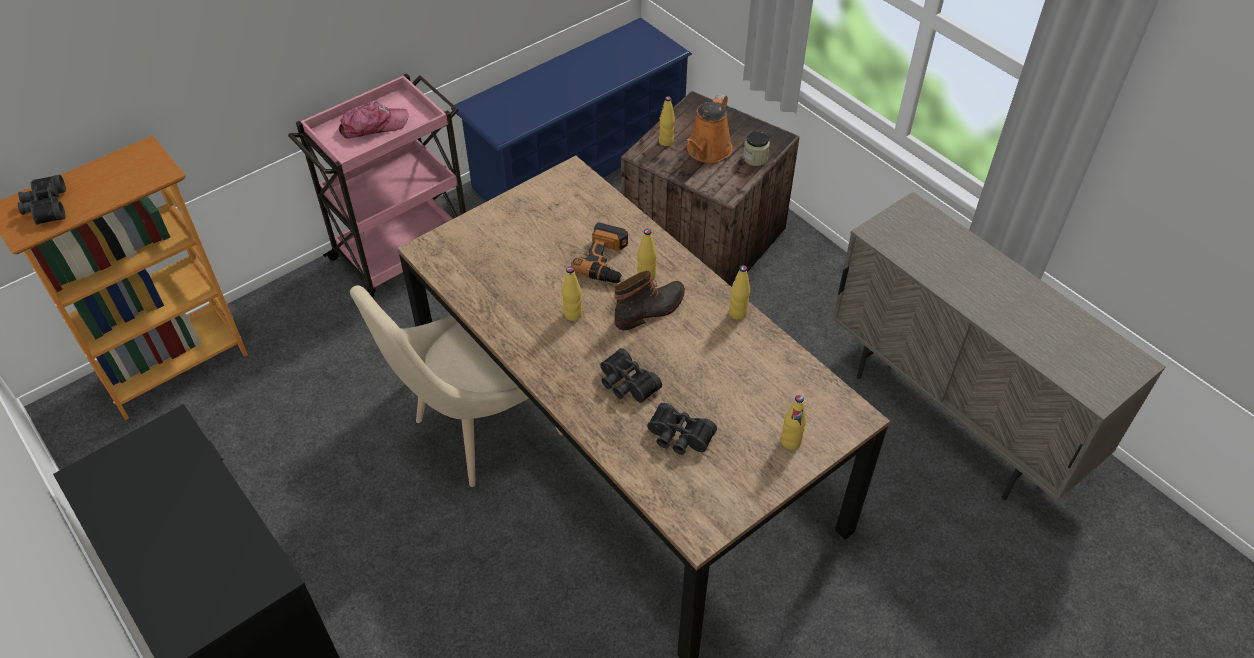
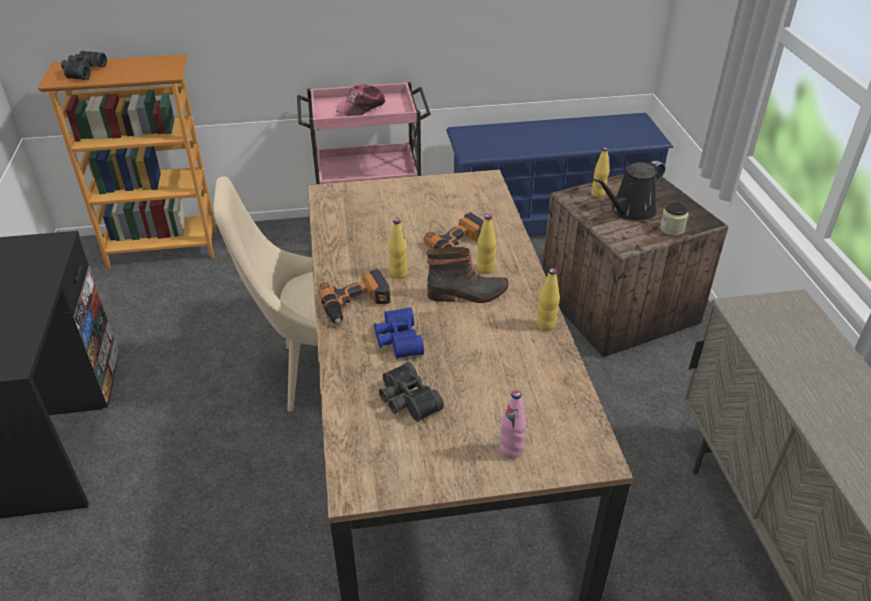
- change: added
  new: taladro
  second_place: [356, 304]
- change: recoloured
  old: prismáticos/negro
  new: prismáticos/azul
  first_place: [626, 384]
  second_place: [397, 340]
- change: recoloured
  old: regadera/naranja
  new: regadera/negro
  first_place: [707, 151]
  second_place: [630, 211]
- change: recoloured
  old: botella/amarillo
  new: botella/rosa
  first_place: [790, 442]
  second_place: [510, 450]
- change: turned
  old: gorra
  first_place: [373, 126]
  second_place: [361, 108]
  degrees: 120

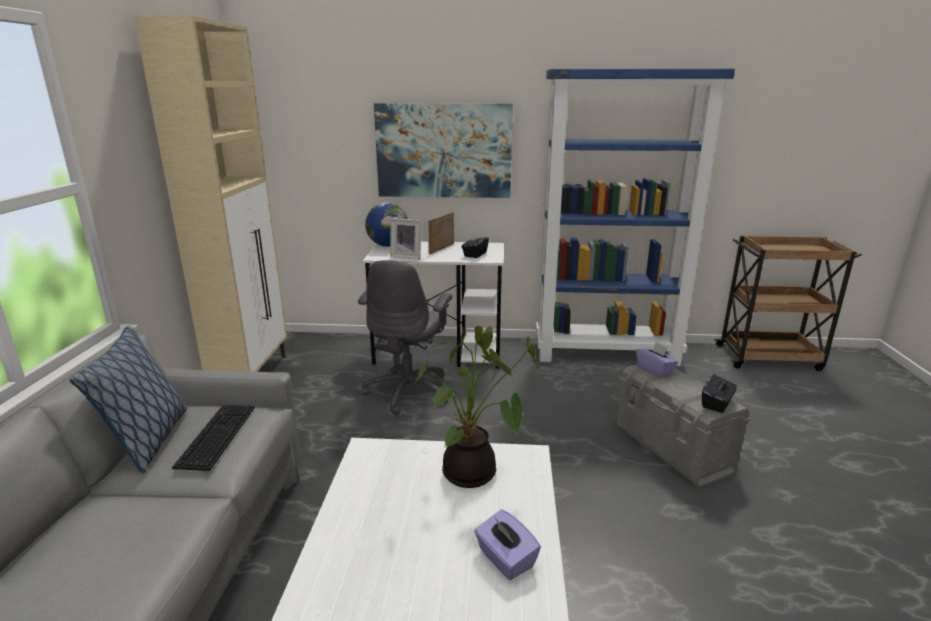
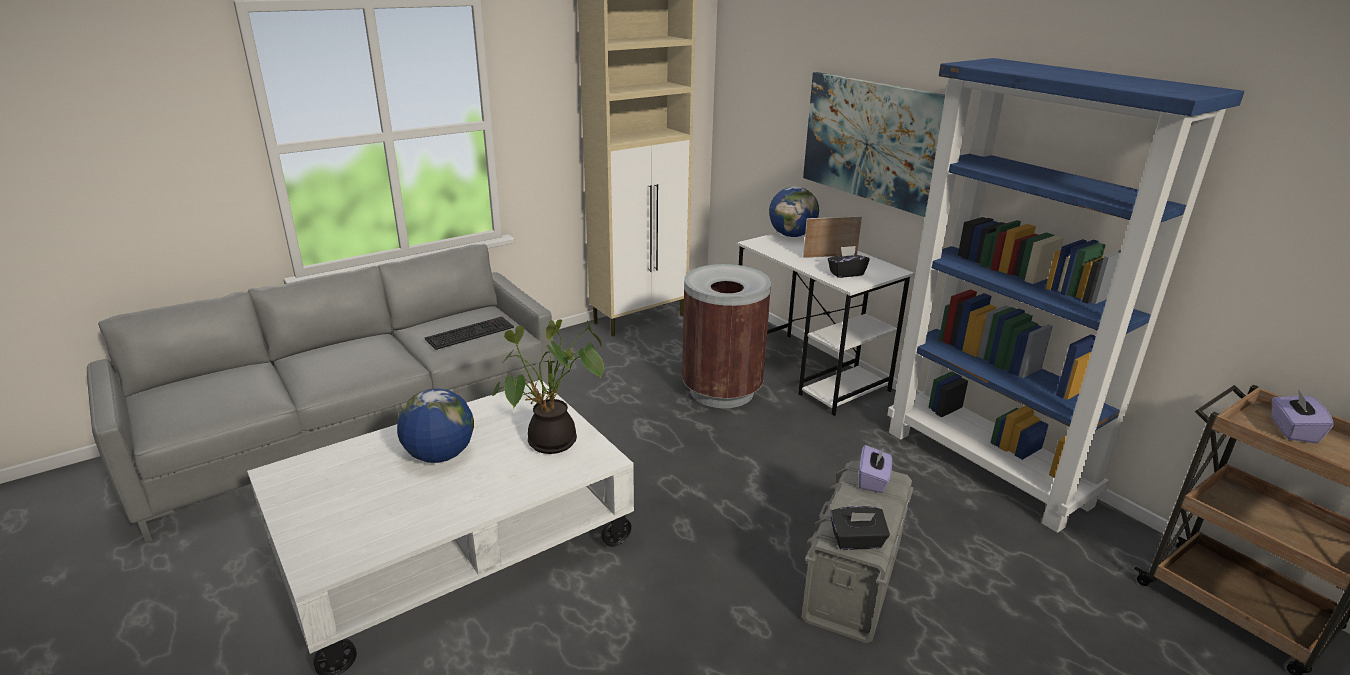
- change: removed
  old: cojín
  first_place: [149, 441]
- change: removed
  old: portarretratos
  first_place: [407, 257]
- change: added
  new: globo terráqueo
  second_place: [440, 456]
- change: moved
  old: caja de pañuelos/morado
  first_place: [505, 559]
  second_place: [1292, 430]
- change: replaced
  old: silla de oficina/gris
  new: papelera/marrón
  first_place: [409, 391]
  second_place: [721, 391]

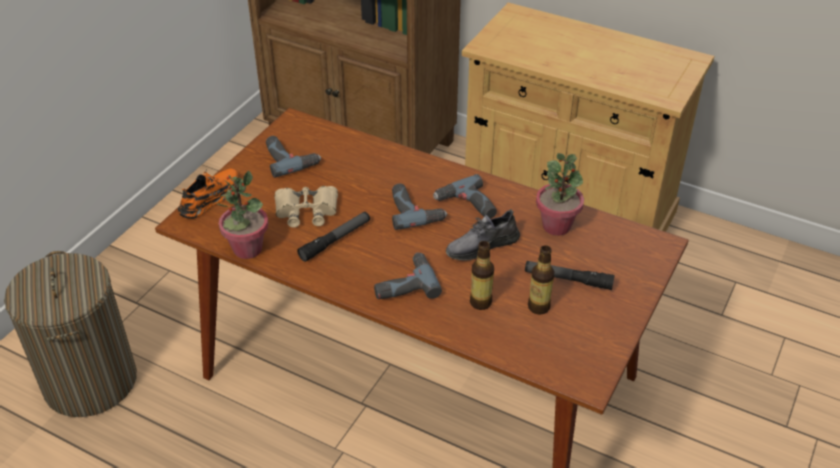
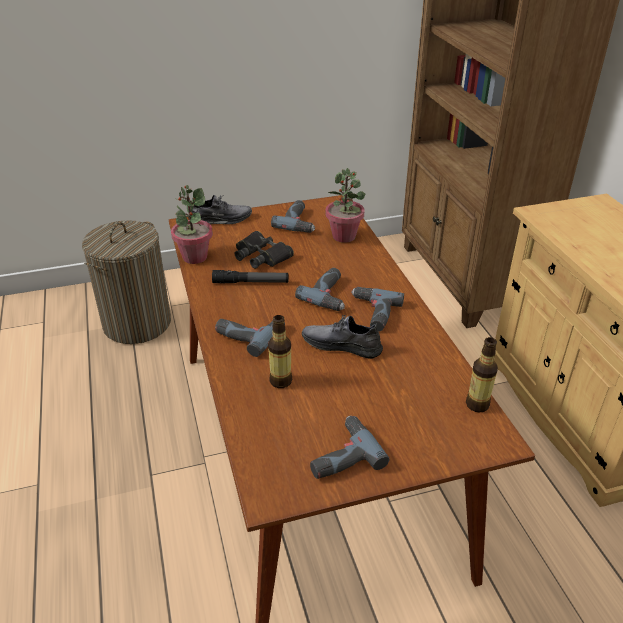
- change: removed
  old: linterna
  first_place: [568, 279]
- change: added
  new: taladro
  second_place: [340, 454]
- change: moved
  old: botella
  first_place: [539, 307]
  second_place: [477, 404]
- change: moved
  old: planta en maceta
  first_place: [556, 226]
  second_place: [344, 236]
- change: recoloured
  old: zapato/naranja
  new: zapato/gris
  first_place: [211, 198]
  second_place: [220, 219]
- change: recoloured
  old: prismáticos/beis
  new: prismáticos/negro
  first_place: [306, 210]
  second_place: [261, 256]

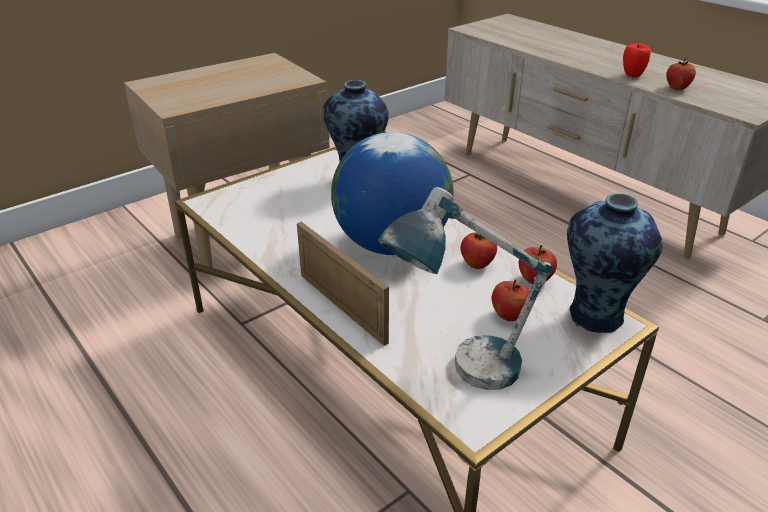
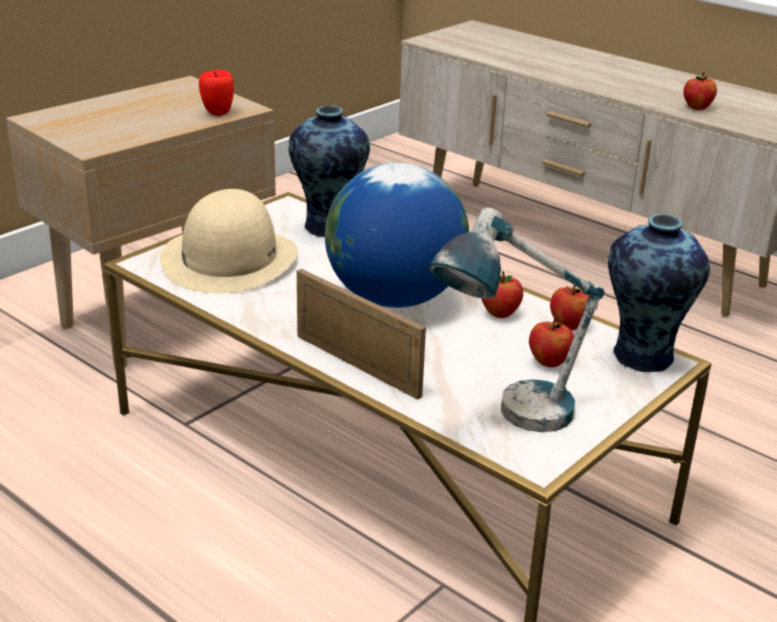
- change: added
  new: sombrero/beis
  second_place: [229, 258]
- change: moved
  old: manzana
  first_place: [632, 75]
  second_place: [218, 113]

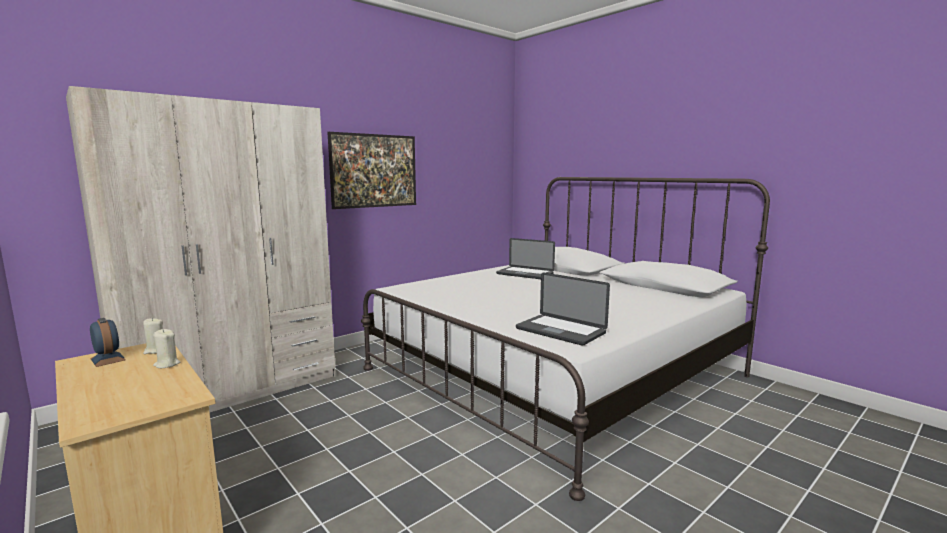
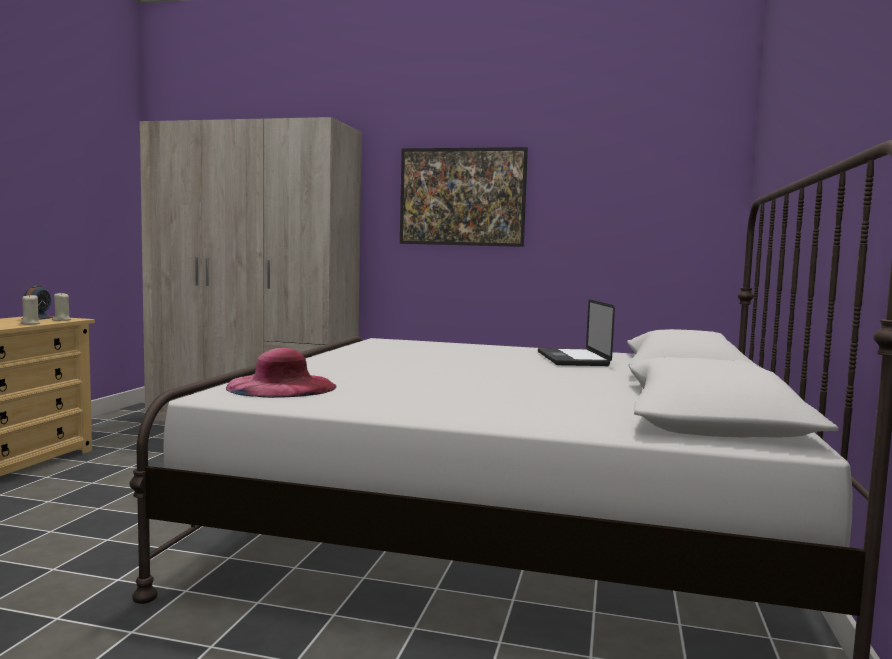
- change: replaced
  old: portátil
  new: sombrero/rosa
  first_place: [560, 331]
  second_place: [281, 386]

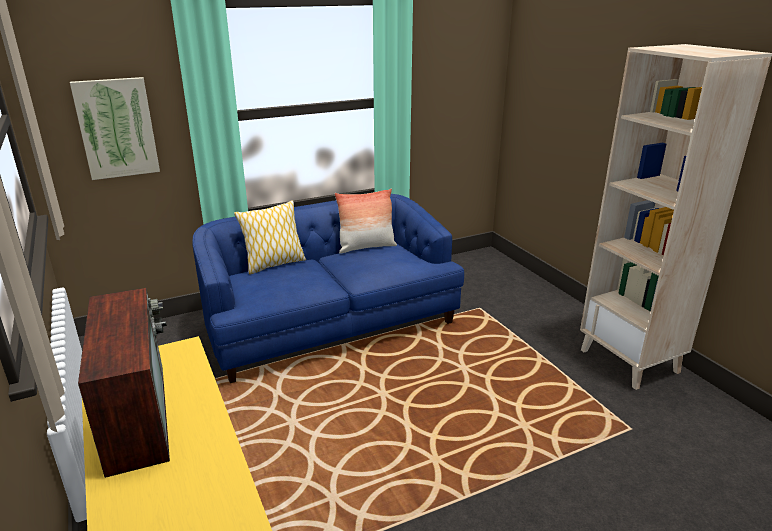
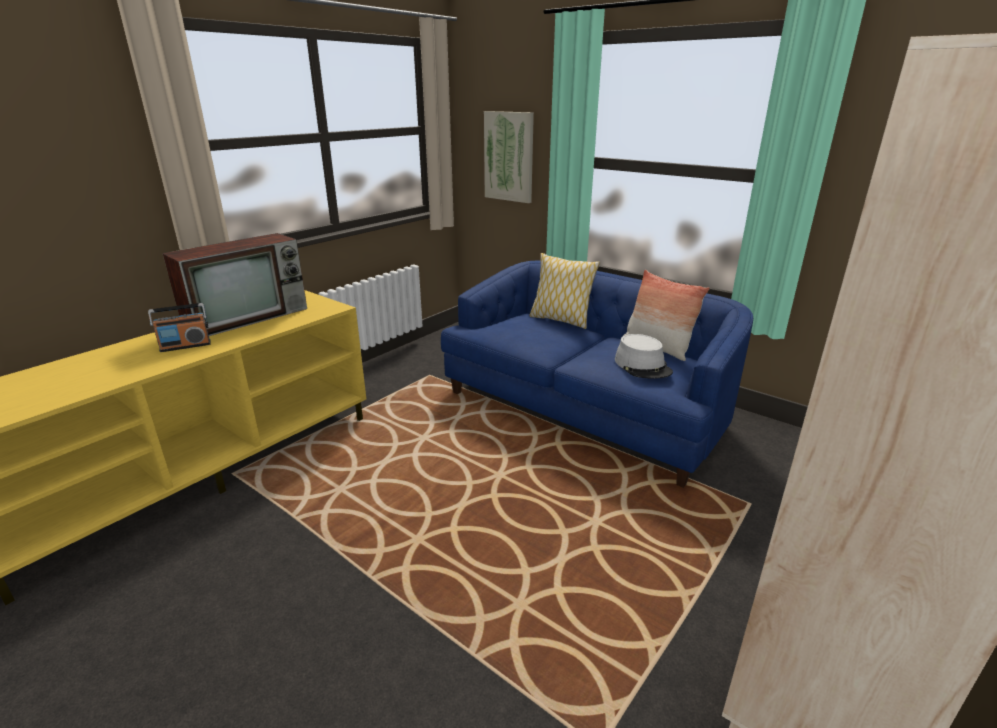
- change: added
  new: radio
  second_place: [185, 346]
- change: added
  new: sombrero/gris
  second_place: [643, 366]

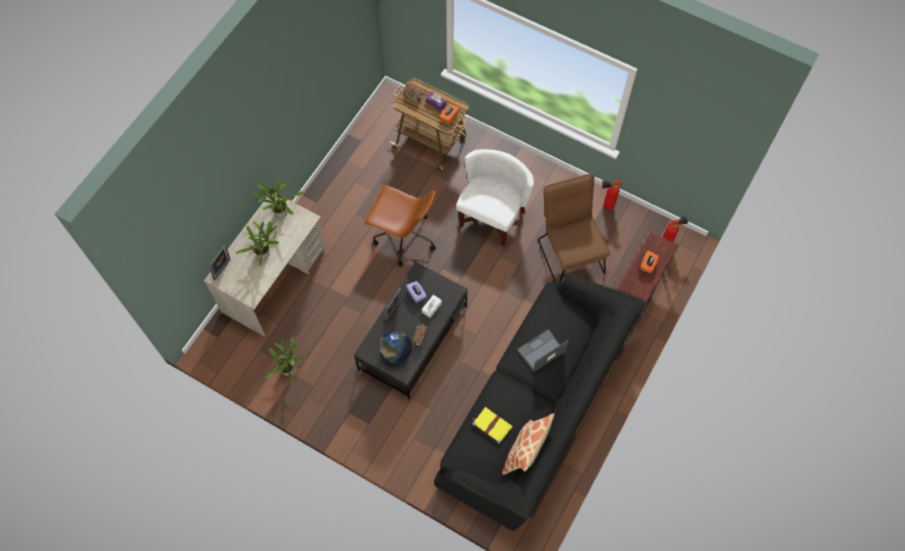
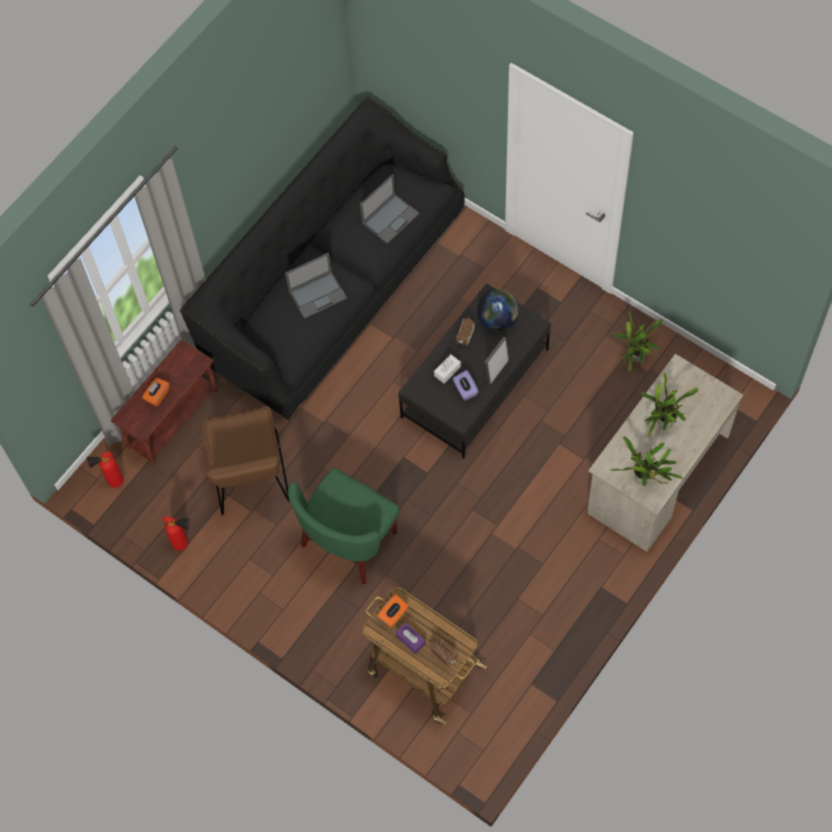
- change: removed
  old: portarretratos
  first_place: [223, 270]
- change: removed
  old: silla de oficina/marrón
  first_place: [403, 238]
- change: removed
  old: cojín
  first_place: [525, 452]
- change: replaced
  old: libro/amarillo
  new: portátil
  first_place: [491, 425]
  second_place: [390, 218]
- change: recoloured
  old: sillón/blanco
  new: sillón/verde
  first_place: [492, 217]
  second_place: [349, 540]

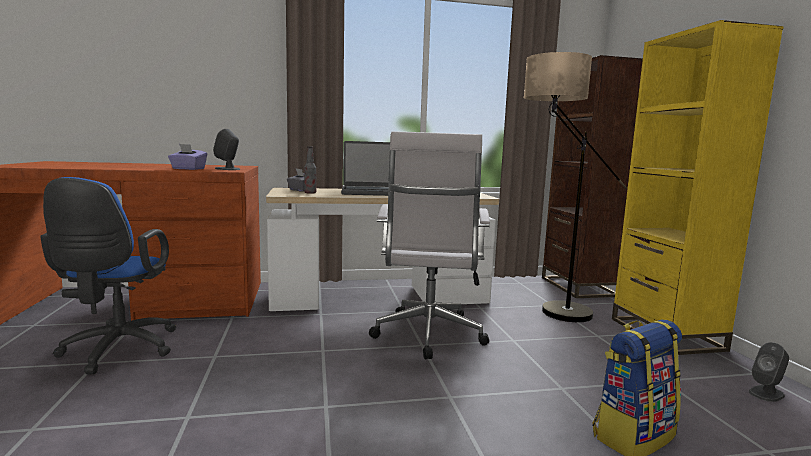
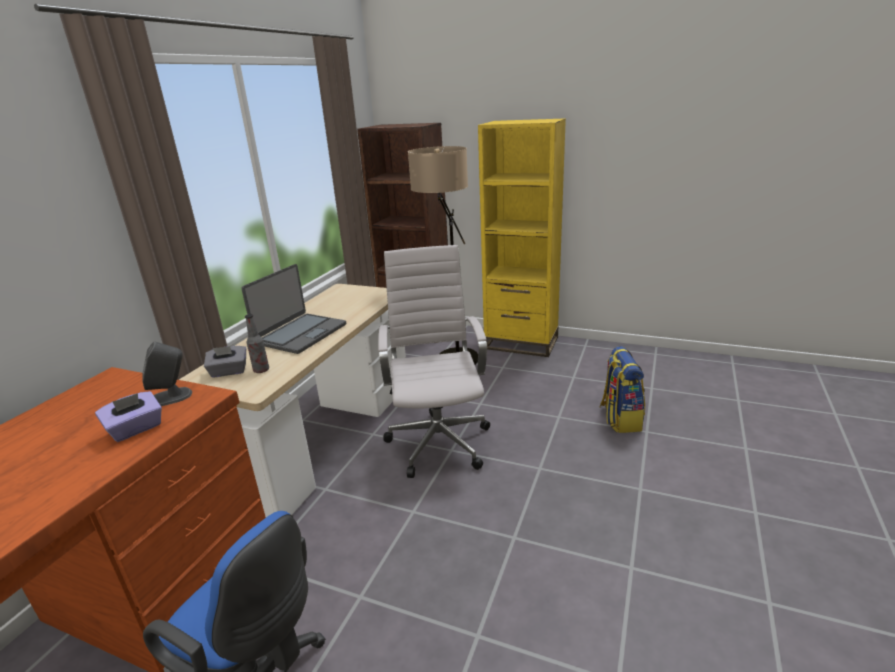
- change: removed
  old: altavoz/gris
  first_place: [766, 393]
- change: turned
  old: silla de oficina/blanco
  first_place: [428, 336]
  second_place: [438, 440]
  degrees: -135

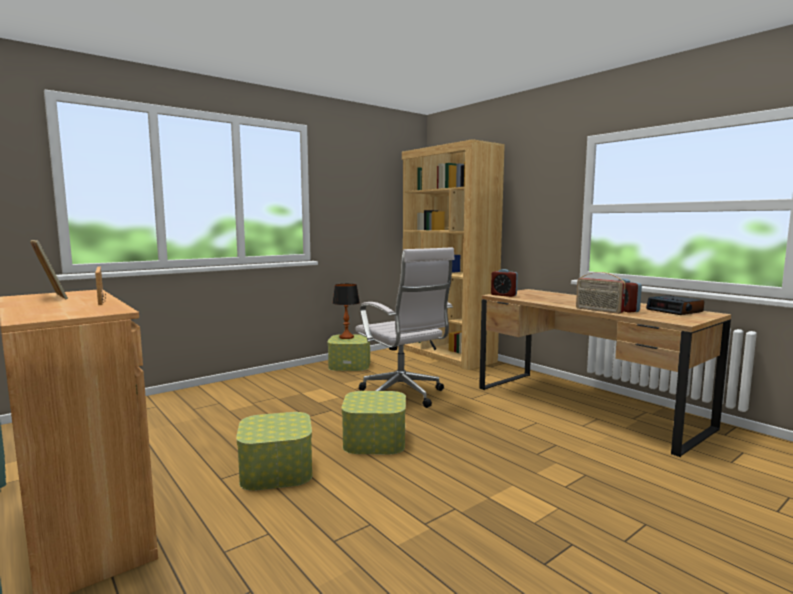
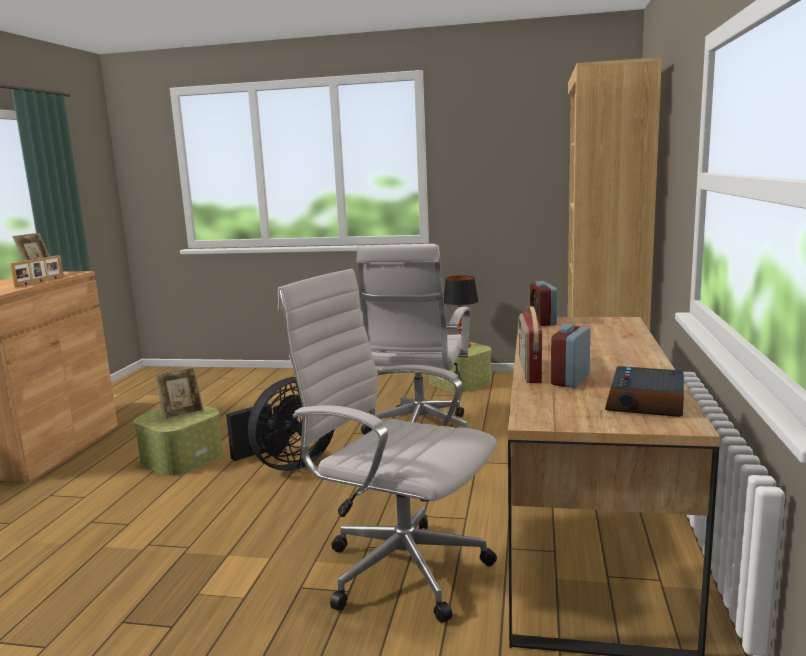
- change: added
  new: portarretratos
  second_place: [182, 414]
- change: added
  new: silla de oficina/blanco
  second_place: [398, 568]
- change: replaced
  old: caja de almacenaje
  new: ventilador/negro
  first_place: [374, 440]
  second_place: [287, 464]

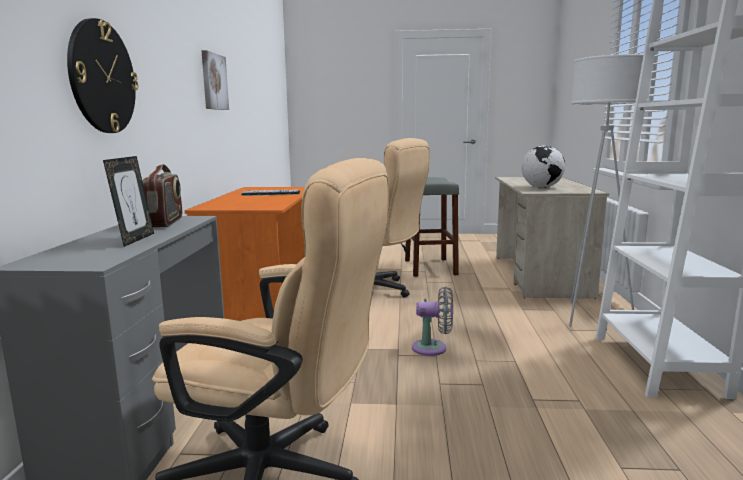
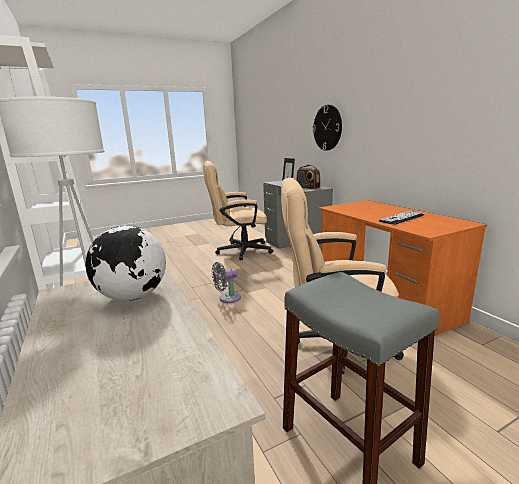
- change: removed
  old: cuadro
  first_place: [213, 82]

